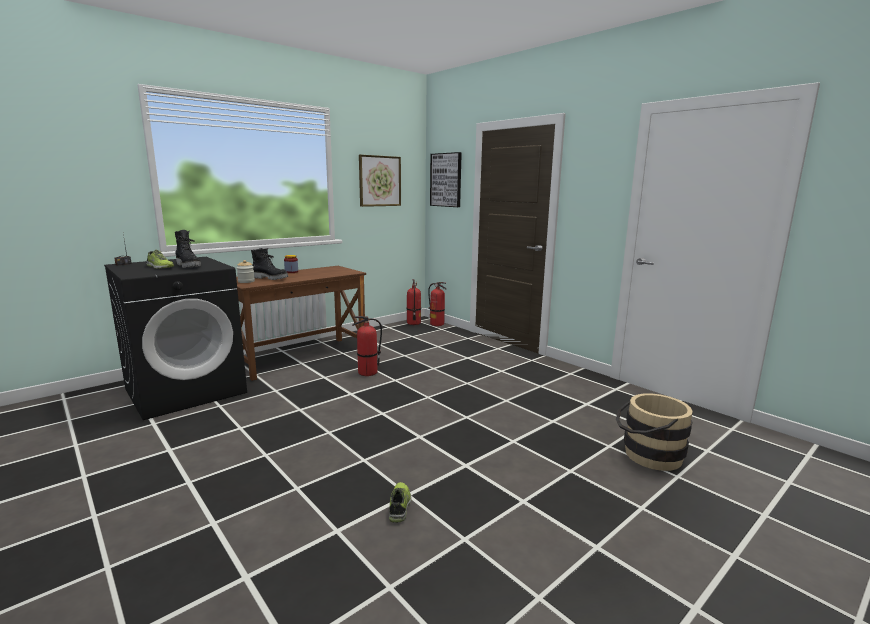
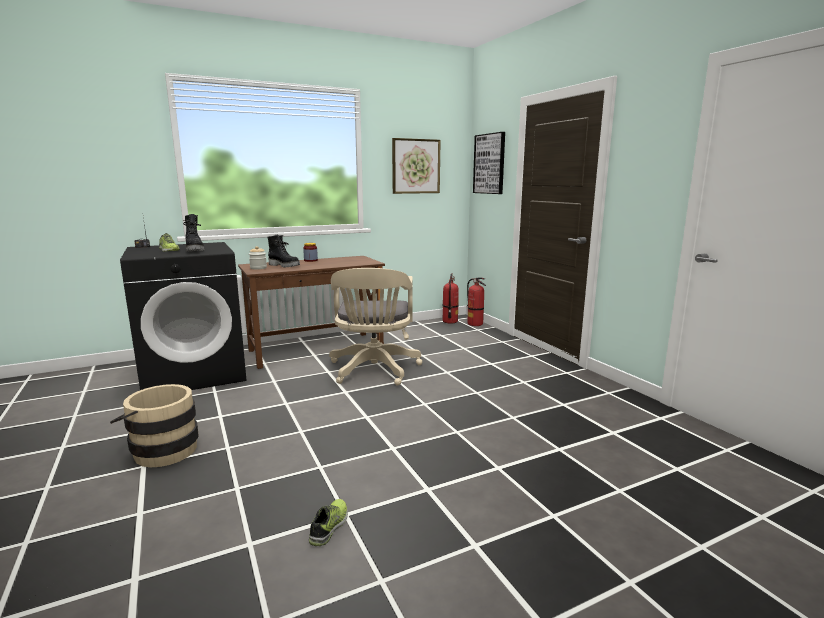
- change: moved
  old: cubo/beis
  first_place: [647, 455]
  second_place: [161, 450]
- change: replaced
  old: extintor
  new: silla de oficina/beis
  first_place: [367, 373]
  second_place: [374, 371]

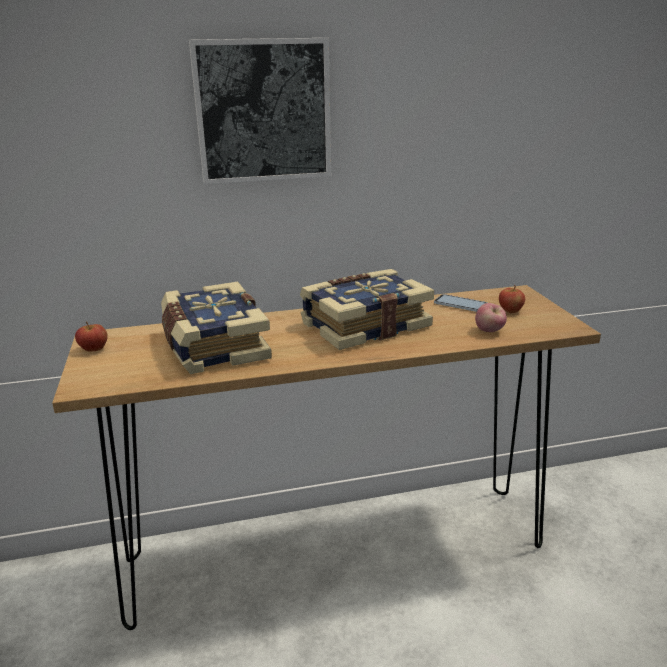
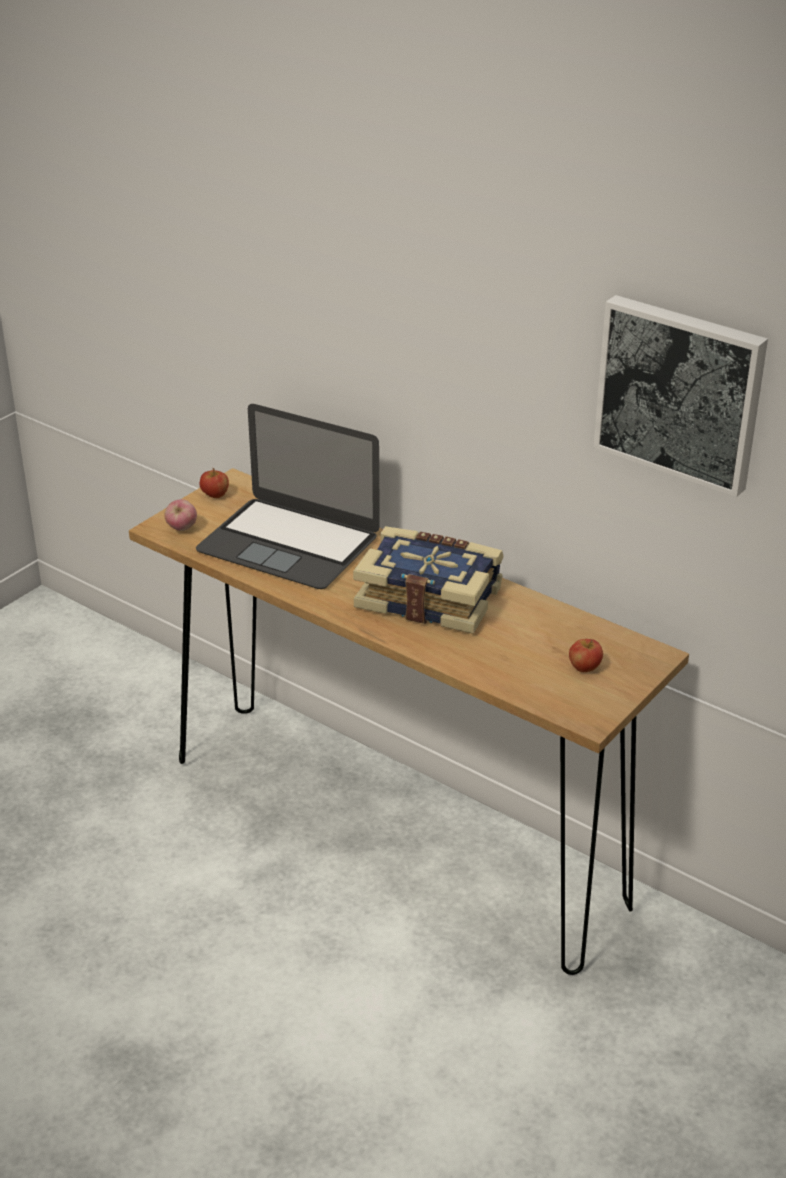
- change: removed
  old: móvil
  first_place: [460, 304]
- change: moved
  old: cuadro
  first_place: [262, 111]
  second_place: [680, 392]
- change: moved
  old: manzana
  first_place: [489, 331]
  second_place: [182, 529]
- change: replaced
  old: libro
  new: portátil
  first_place: [213, 346]
  second_place: [288, 543]

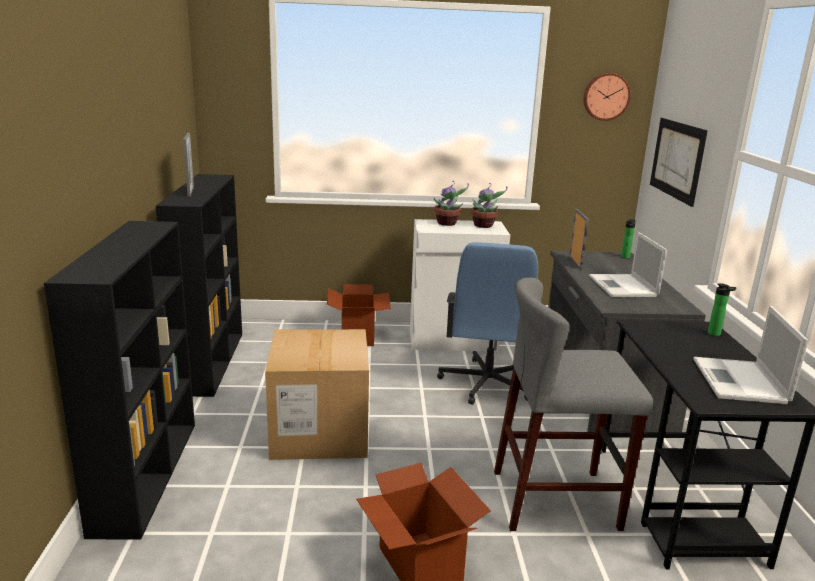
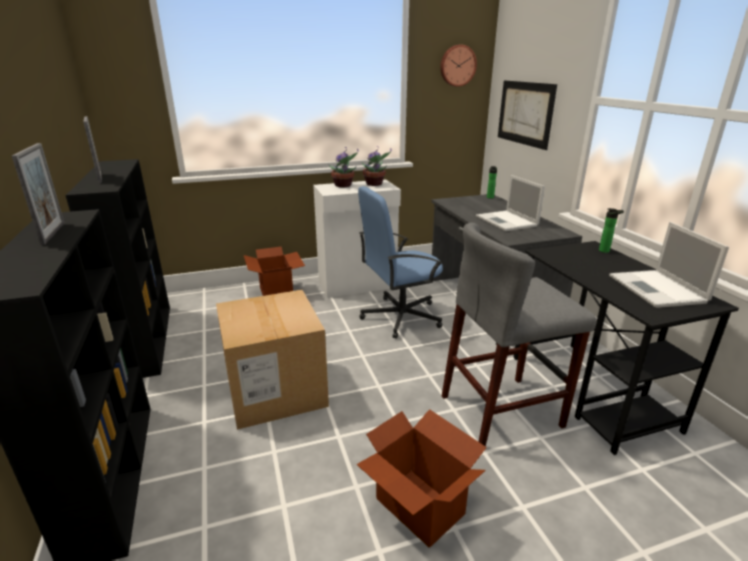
- change: moved
  old: portarretratos
  first_place: [575, 263]
  second_place: [53, 233]
- change: turned
  old: silla de oficina/azul
  first_place: [486, 383]
  second_place: [400, 317]
  degrees: 75

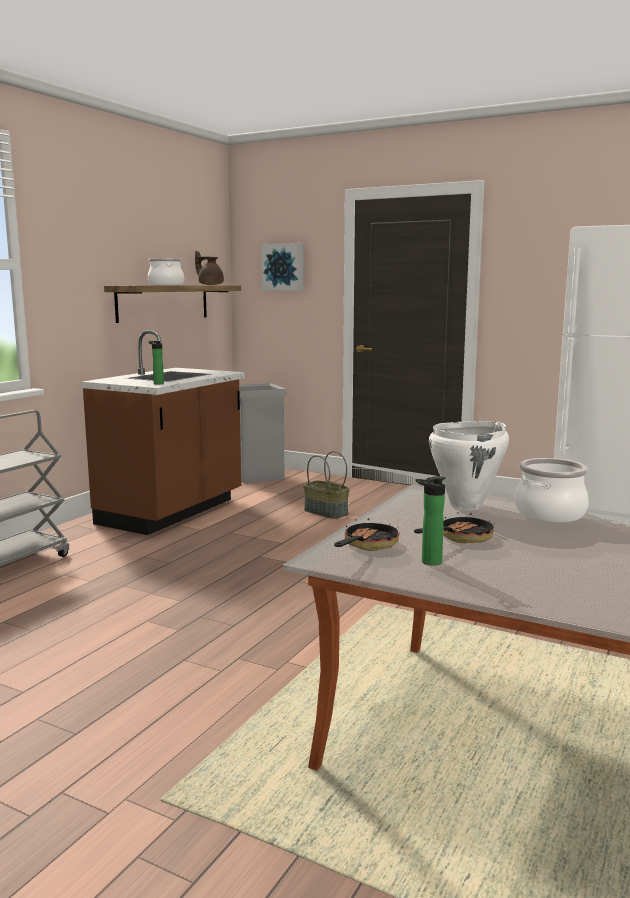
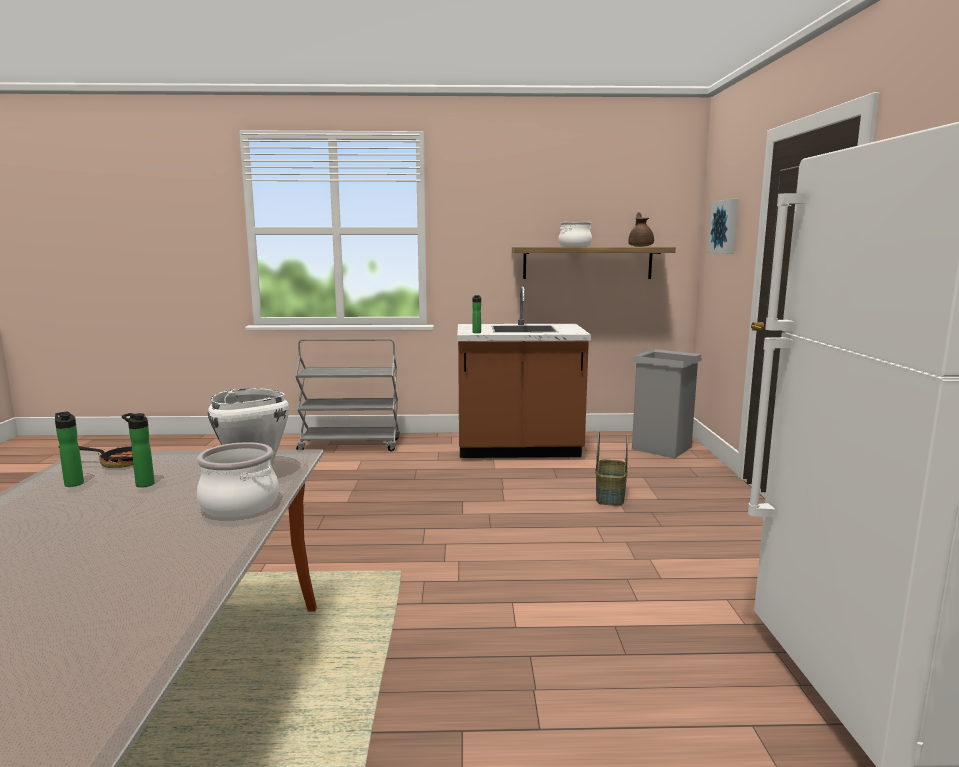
- change: replaced
  old: sartén
  new: botella
  first_place: [460, 538]
  second_place: [143, 484]

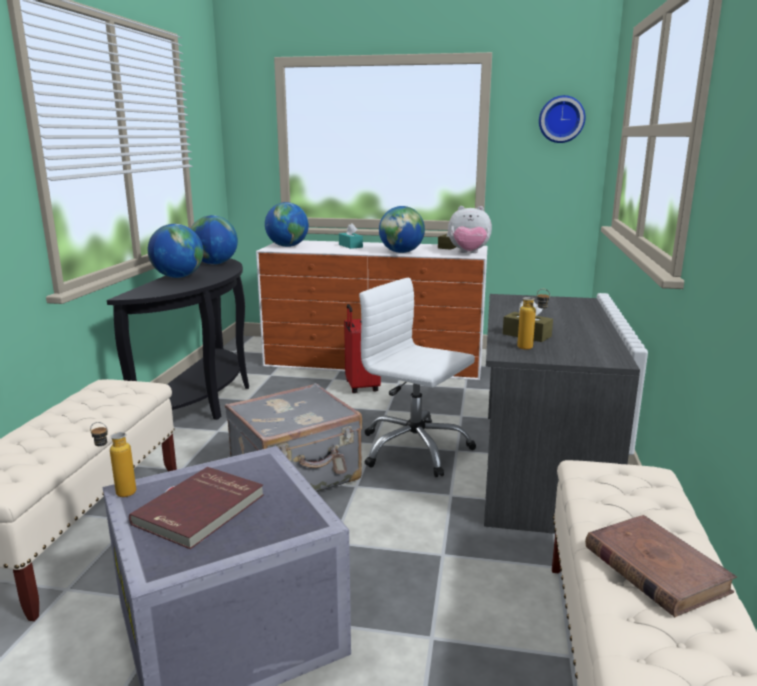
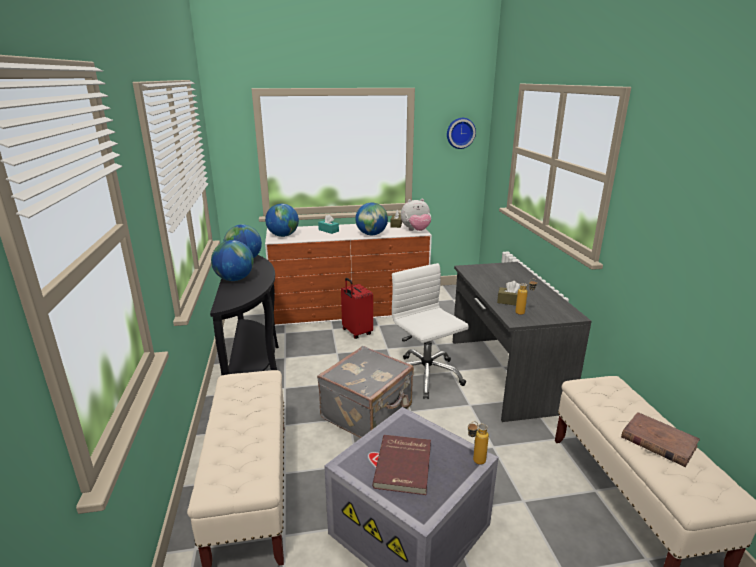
- change: moved
  old: botella
  first_place: [118, 493]
  second_place: [474, 462]
- change: turned
  old: silla de oficina/blanco
  first_place: [414, 449]
  second_place: [425, 375]
  degrees: 45

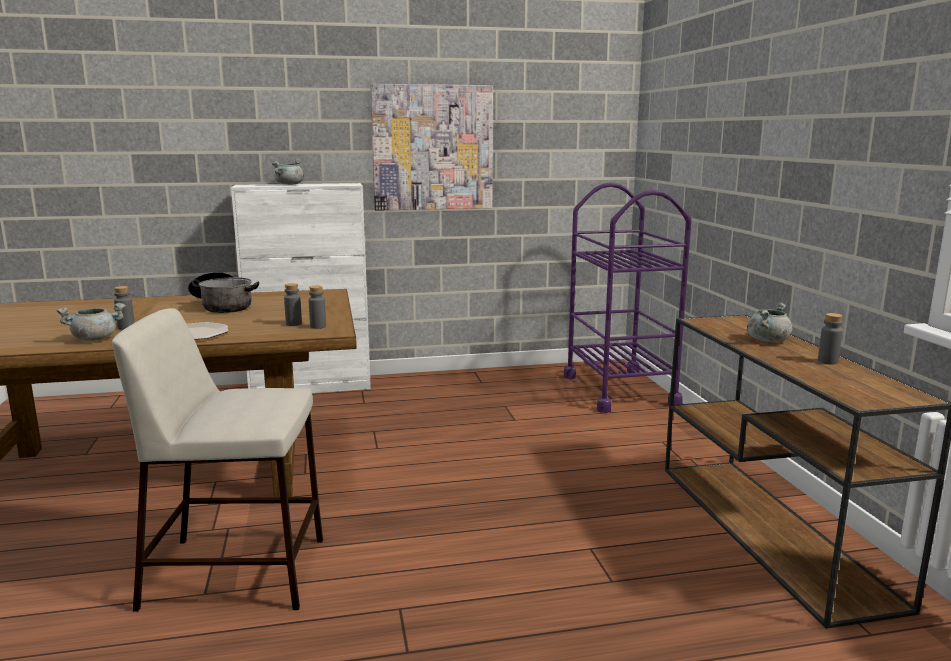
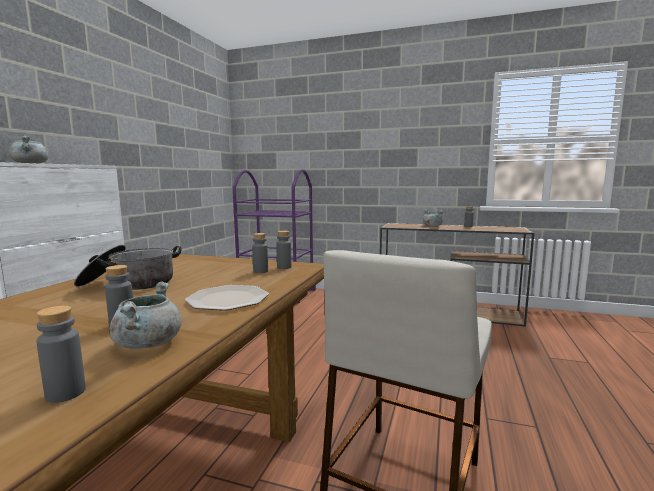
- change: removed
  old: cuadro
  first_place: [432, 148]
- change: added
  new: botella/gris
  second_place: [65, 393]

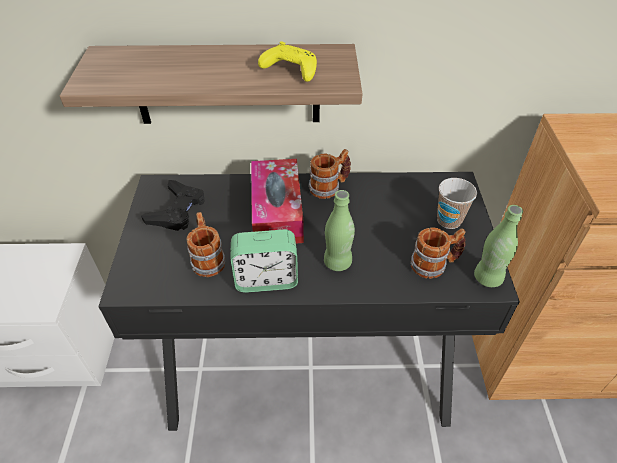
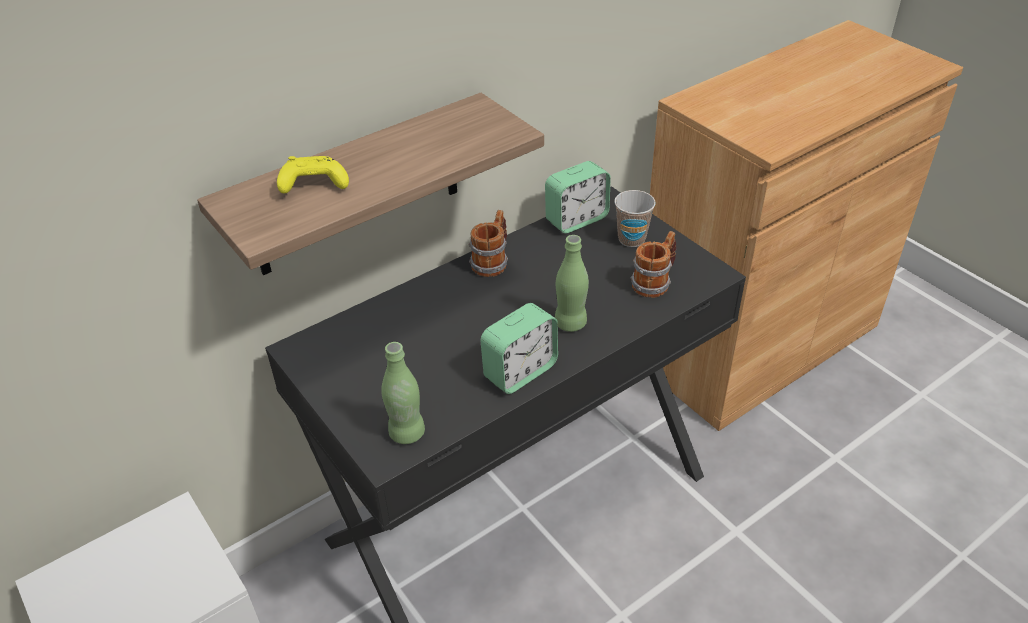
- change: removed
  old: mando de consola/negro
  first_place: [177, 210]
- change: removed
  old: taza grande
  first_place: [208, 258]
- change: removed
  old: caja de pañuelos
  first_place: [277, 211]
- change: added
  new: despertador
  second_place: [576, 219]
- change: moved
  old: mando de consola/amarillo
  first_place: [289, 71]
  second_place: [312, 185]
- change: moved
  old: botella/verde
  first_place: [487, 278]
  second_place: [407, 433]

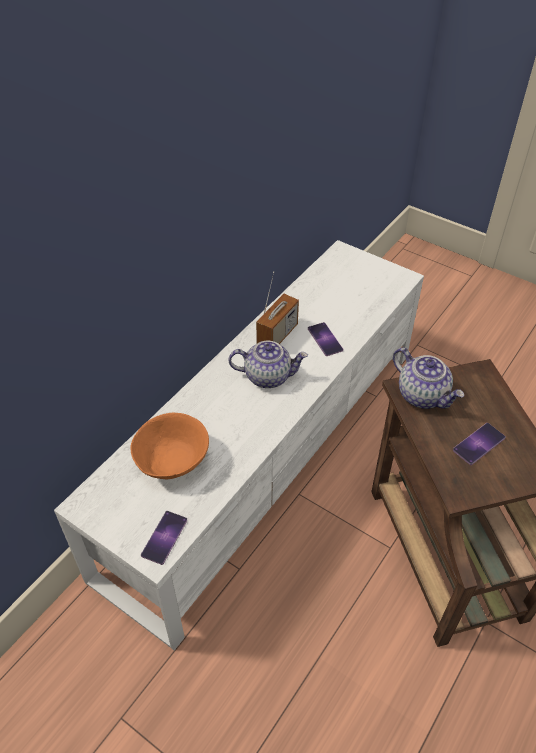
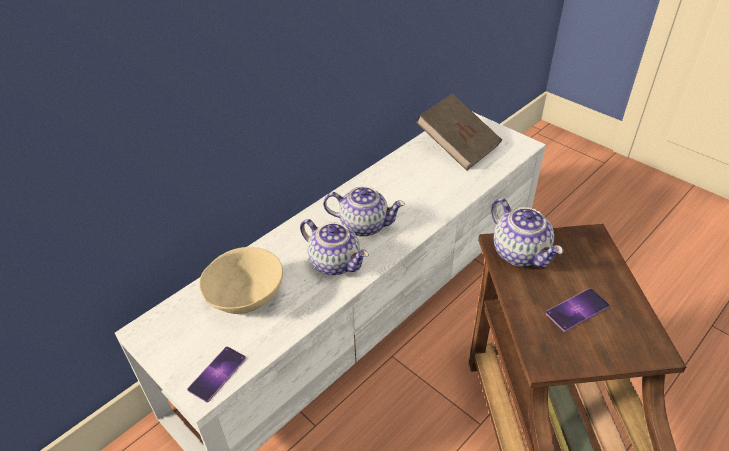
- change: removed
  old: radio
  first_place: [277, 336]
- change: removed
  old: móvil
  first_place: [325, 339]
- change: added
  new: tetera
  second_place: [336, 262]
- change: added
  new: libro/marrón
  second_place: [458, 146]
- change: recoloured
  old: cuenco/naranja
  new: cuenco/beis
  first_place: [172, 461]
  second_place: [246, 297]

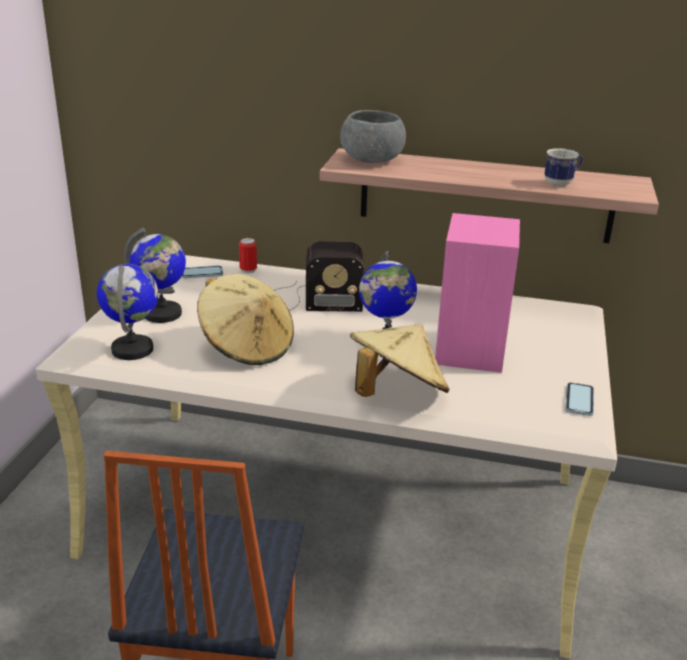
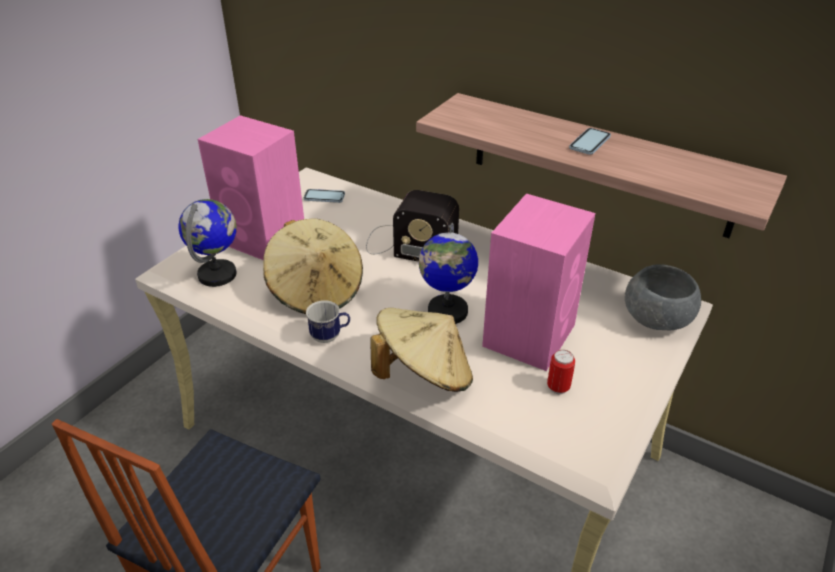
- change: moved
  old: lata
  first_place: [248, 270]
  second_place: [558, 387]
- change: moved
  old: cuenco/gris
  first_place: [372, 160]
  second_place: [657, 319]
- change: moved
  old: taza grande
  first_place: [561, 183]
  second_place: [330, 336]
- change: moved
  old: móvil
  first_place: [579, 400]
  second_place: [589, 143]
- change: replaced
  old: globo terráqueo
  new: altavoz/rosa
  first_place: [162, 314]
  second_place: [264, 239]

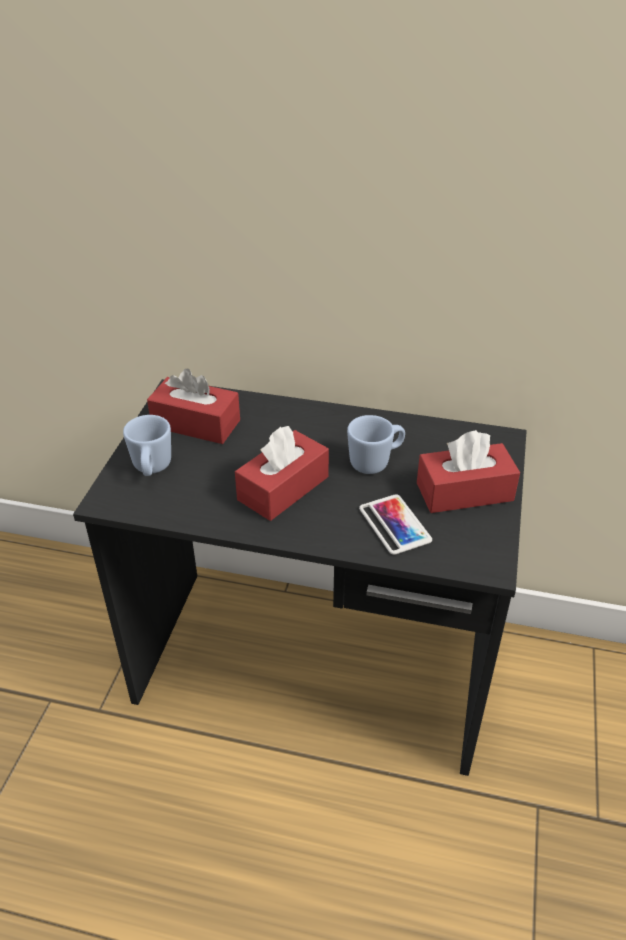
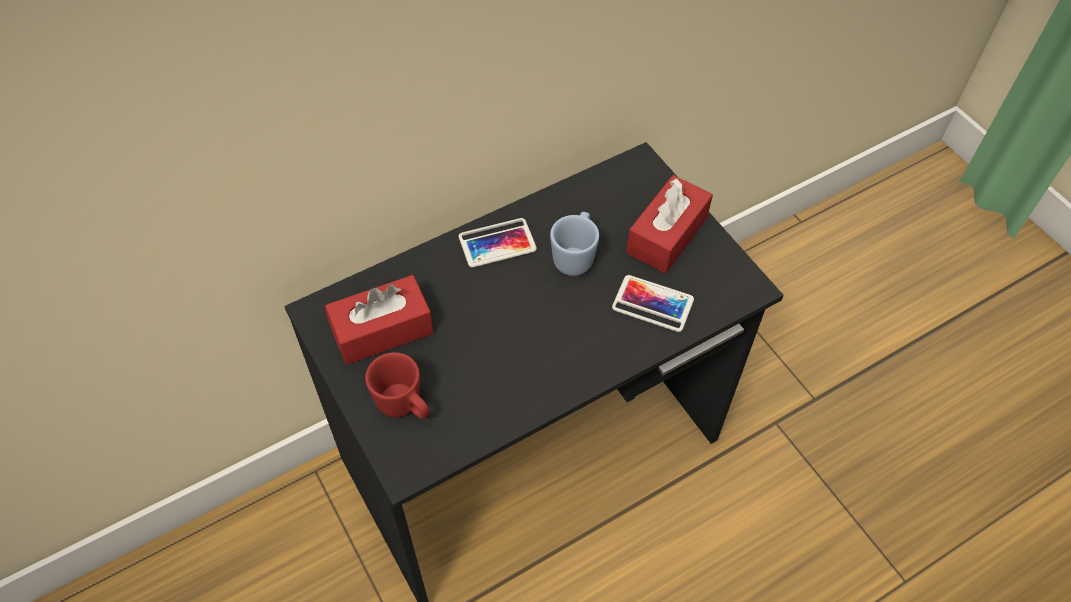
- change: removed
  old: caja de pañuelos/rojo
  first_place: [283, 488]
- change: added
  new: móvil
  second_place: [497, 243]
- change: recoloured
  old: taza grande/azul
  new: taza grande/rojo
  first_place: [152, 469]
  second_place: [404, 406]

